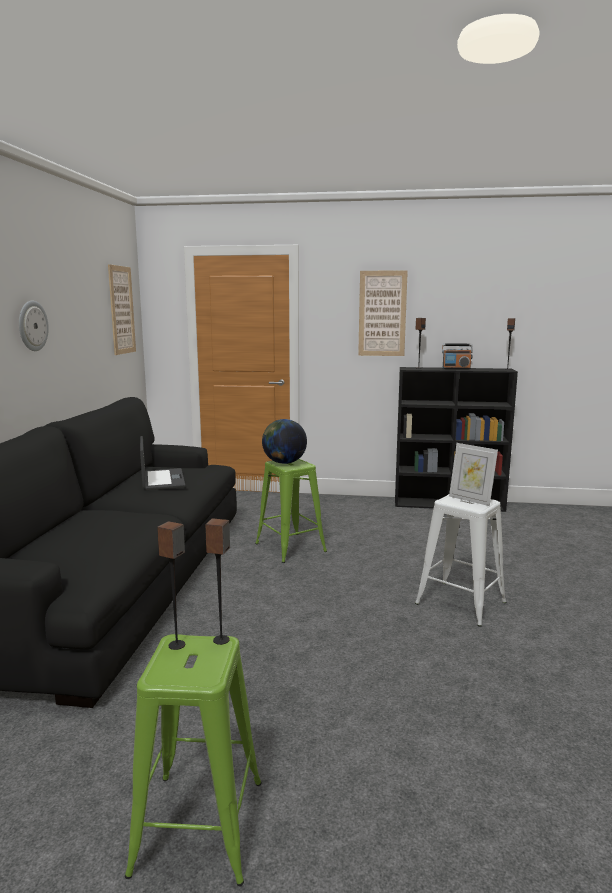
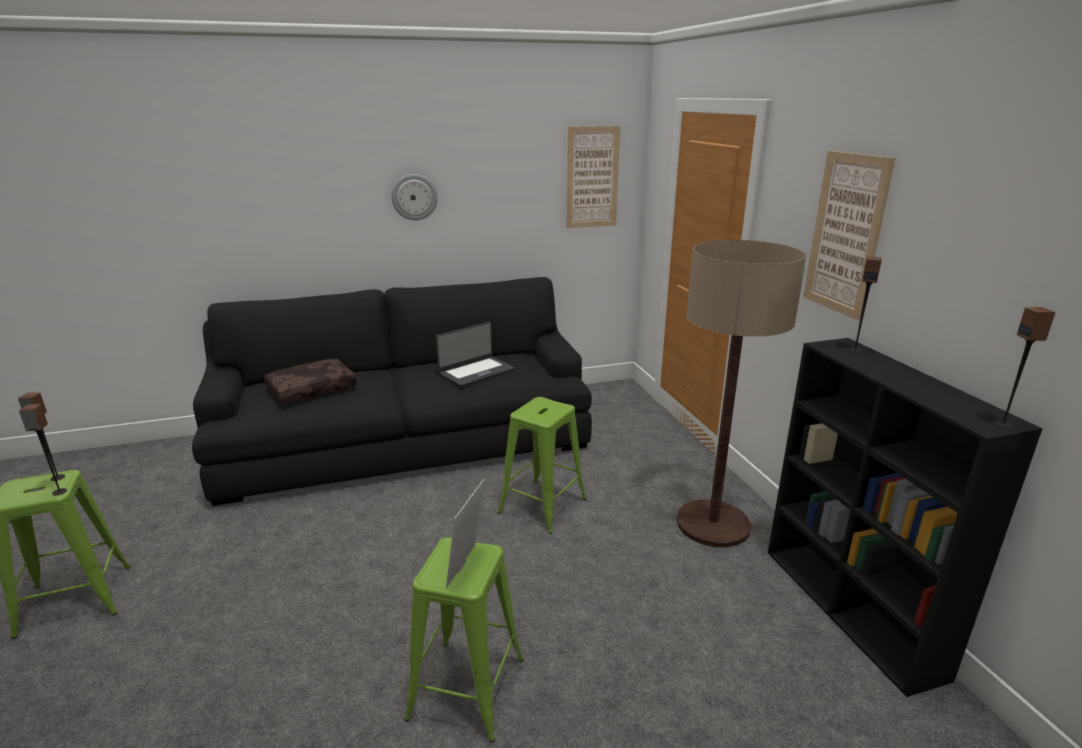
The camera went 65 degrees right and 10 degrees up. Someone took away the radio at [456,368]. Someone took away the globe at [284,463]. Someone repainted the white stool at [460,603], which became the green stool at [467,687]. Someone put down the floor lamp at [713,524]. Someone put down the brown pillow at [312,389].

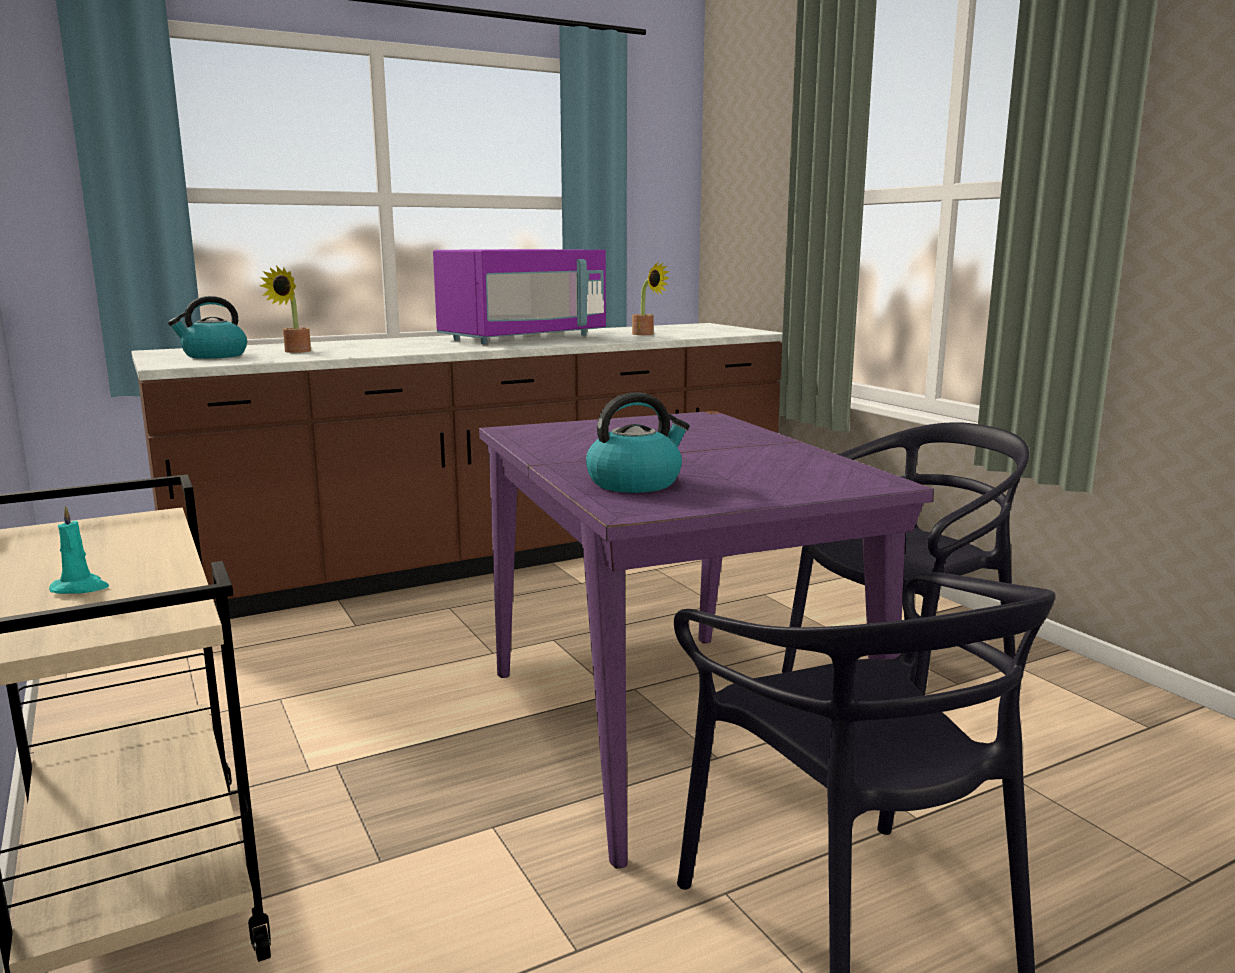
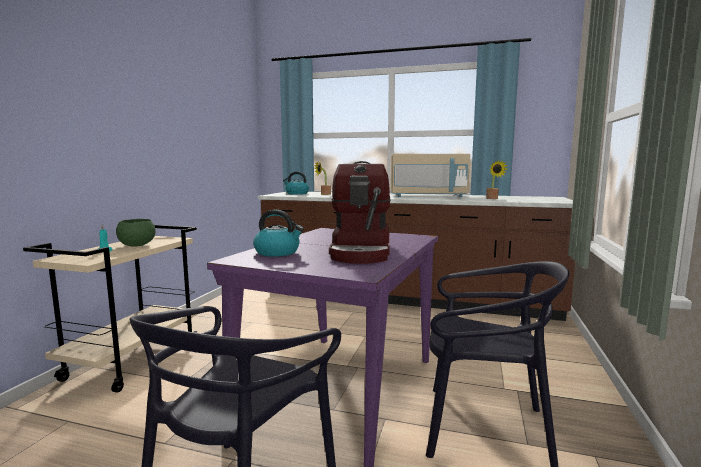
The camera went 45 degrees right and 5 degrees down. Someone repainted the purple microwave at [524,338], which became the beige microwave at [427,196]. Someone put down the coffee machine at [362,252]. Someone put down the green bowl at [136,245].

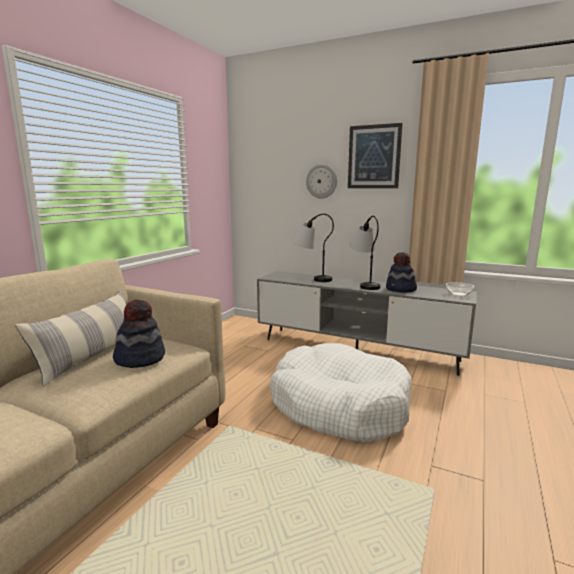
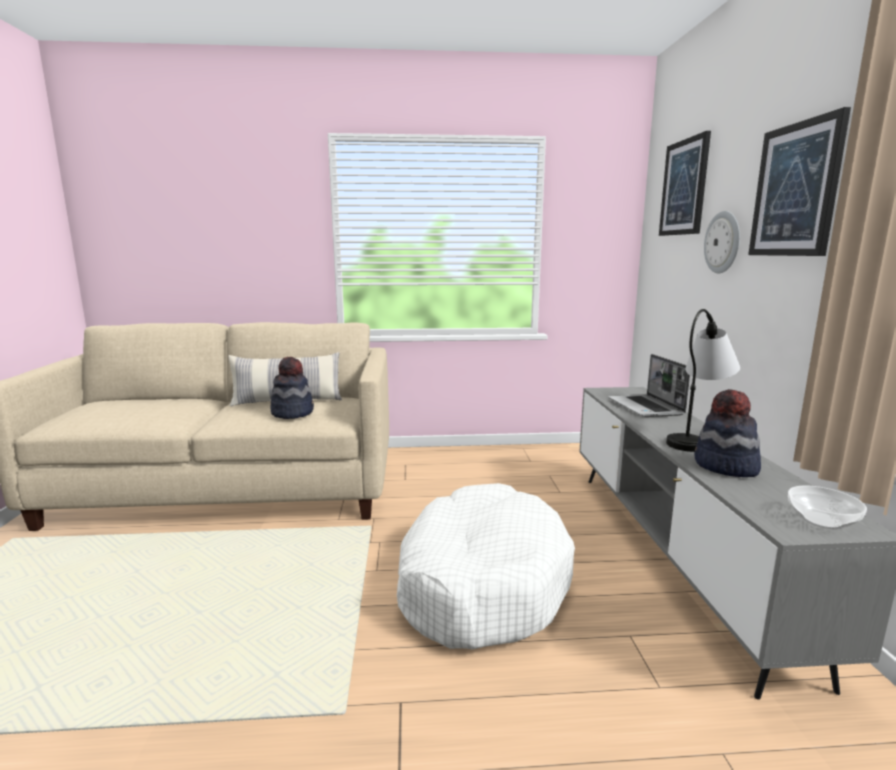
The camera went 60 degrees right and 0 degrees up. Someone swapped the table lamp at [310,279] for the laptop at [646,407]. Someone put up the picture at [684,187].

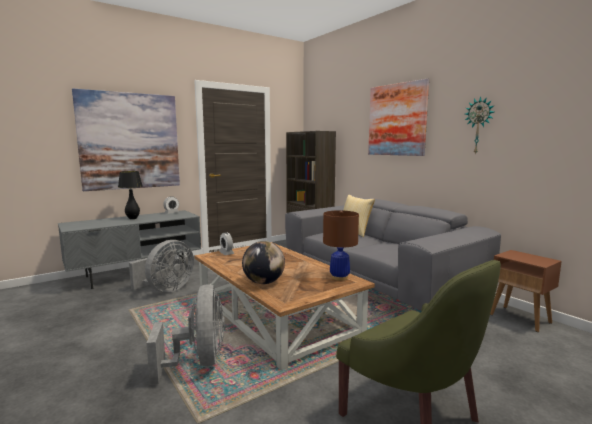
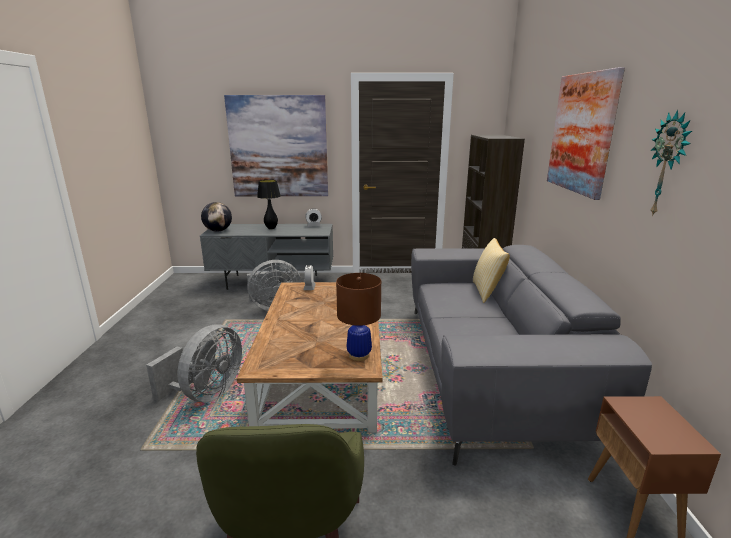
The camera went 35 degrees right and 10 degrees up. Someone carried the globe from [264,282] to [218,231].

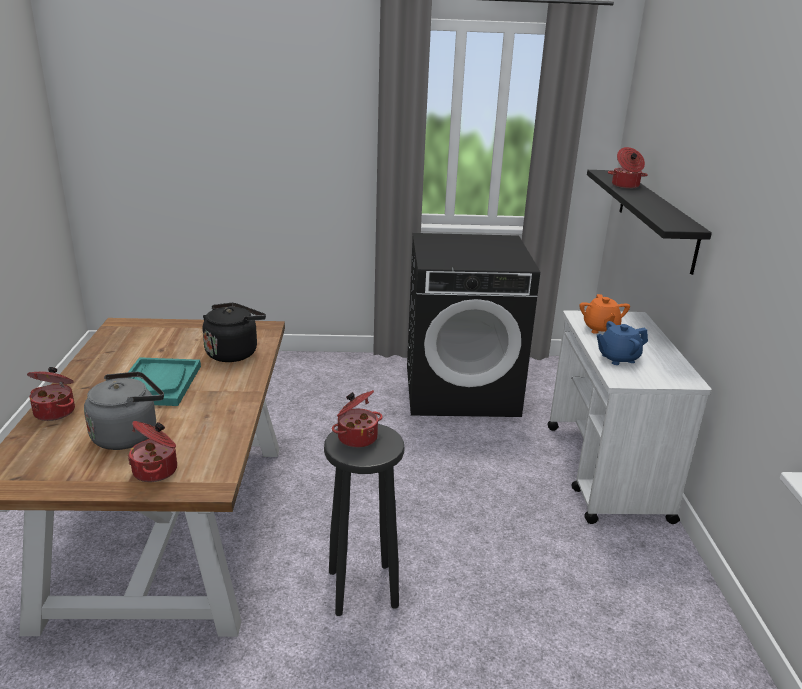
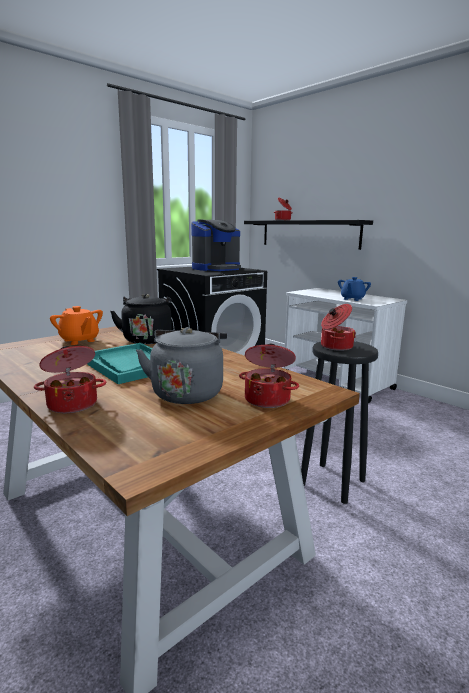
The camera went 40 degrees left and 10 degrees down. Someone carried the orange teapot from [600,329] to [79,340]. Someone put down the coffee machine at [216,269].

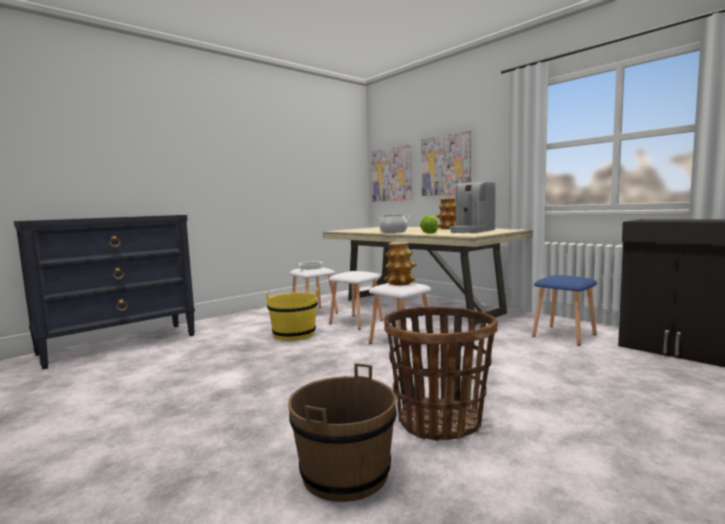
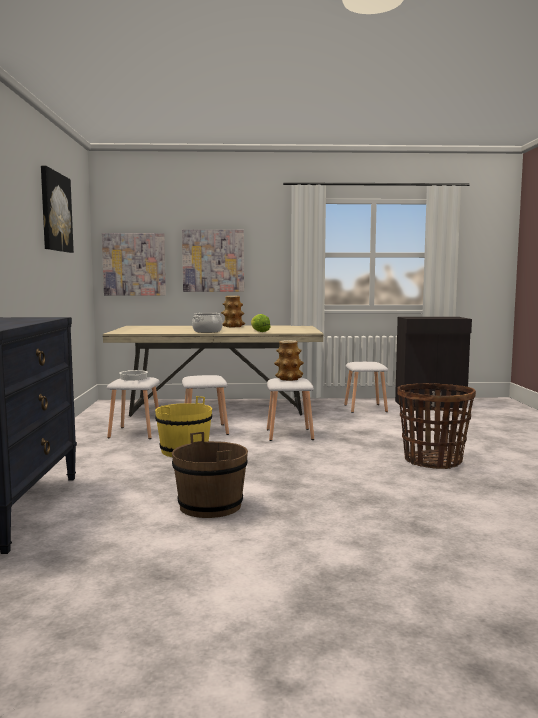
The camera went 50 degrees left and 0 degrees up. Someone took away the coffee machine at [471,231]. Someone repainted the blue stool at [564,335], which became the white stool at [366,408]. Someone carried the brown bucket from [346,473] to [210,506]. Someone put up the picture at [55,212].

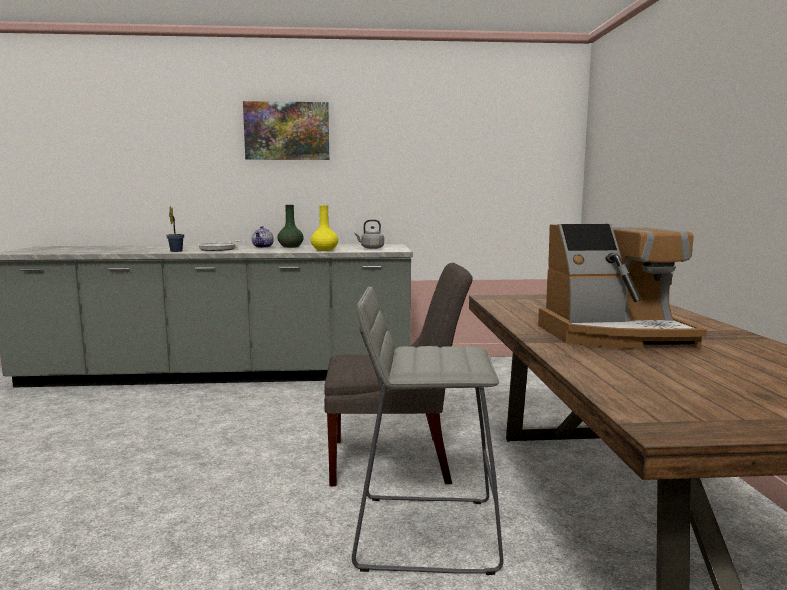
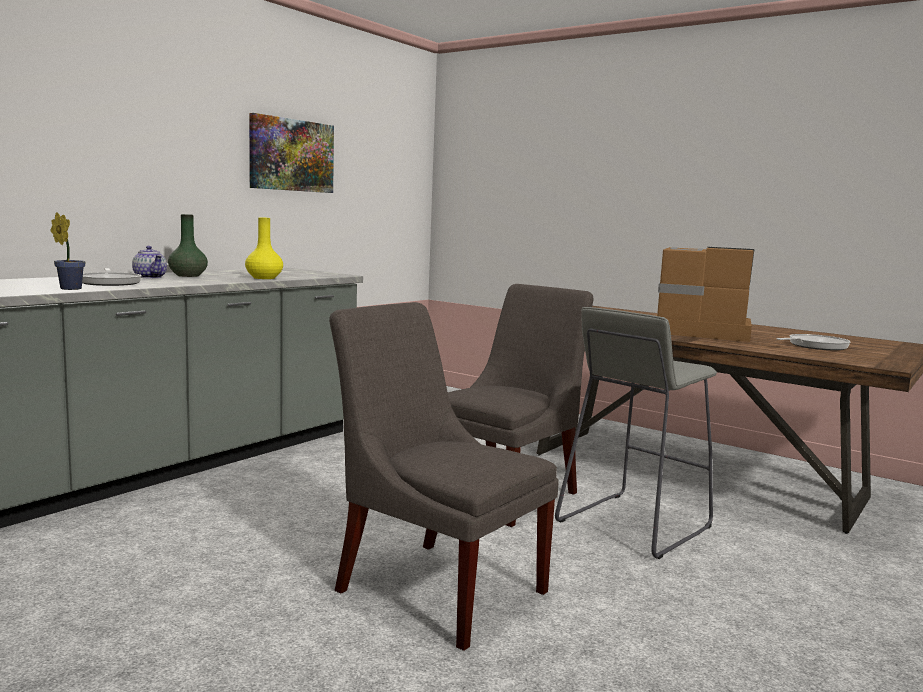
The camera went 50 degrees left and 0 degrees up. Someone carried the picture from [287,131] to [291,155]. Someone took away the grey kettle at [371,248]. Someone rotated the coffee machine at [614,335] by 105 degrees counterclockwise. Someone put down the grey chair at [435,587]. Someone put down the frying pan at [815,346].

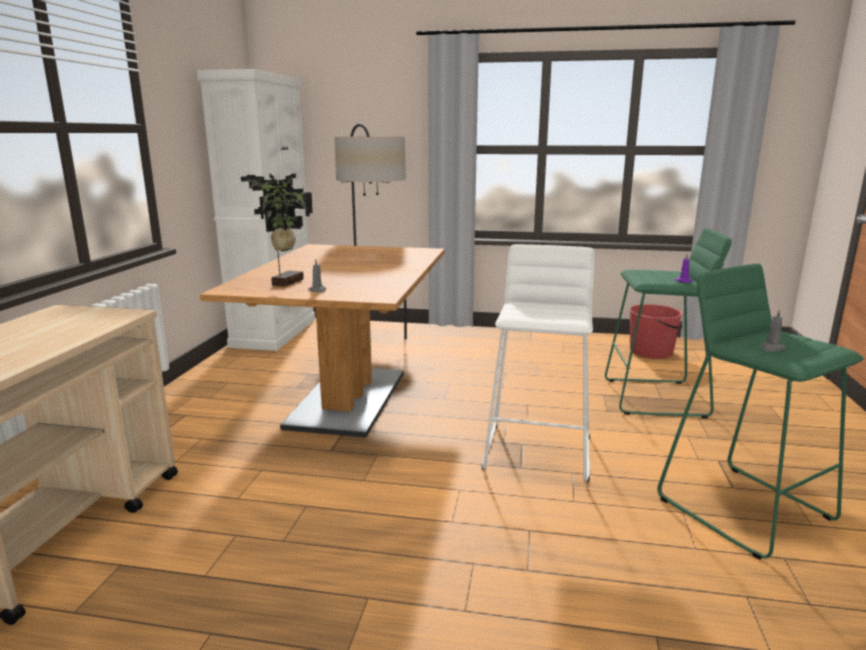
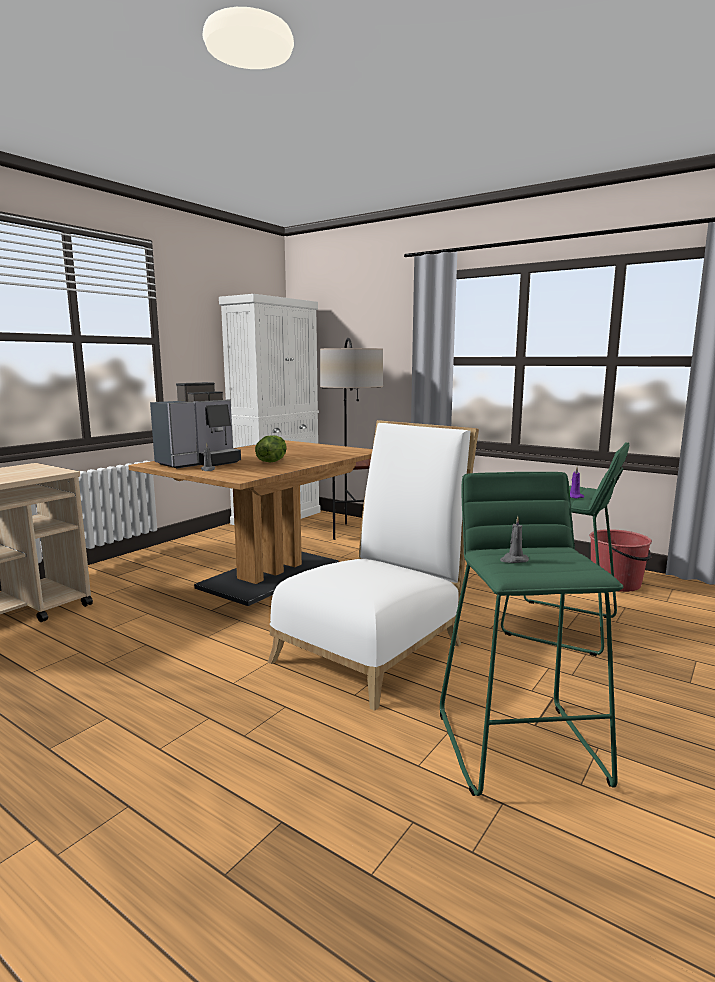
The camera went 25 degrees right and 5 degrees down. Someone swapped the potted plant at [285,282] for the coffee machine at [200,463]. Someone swapped the white stool at [538,451] for the white chair at [375,647]. Someone put down the lettuce at [272,461].

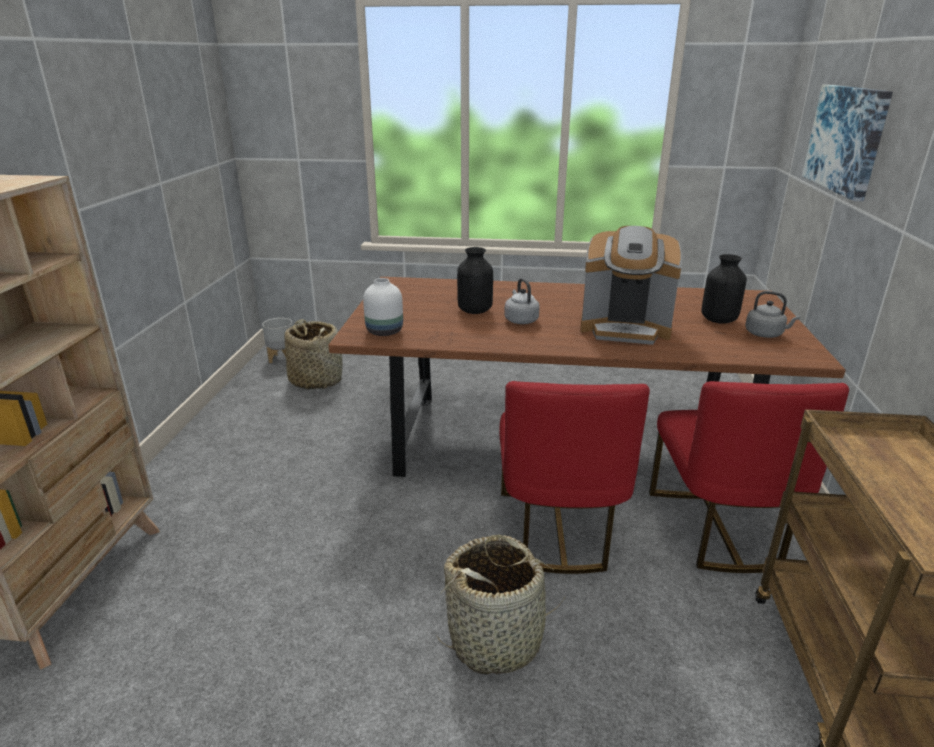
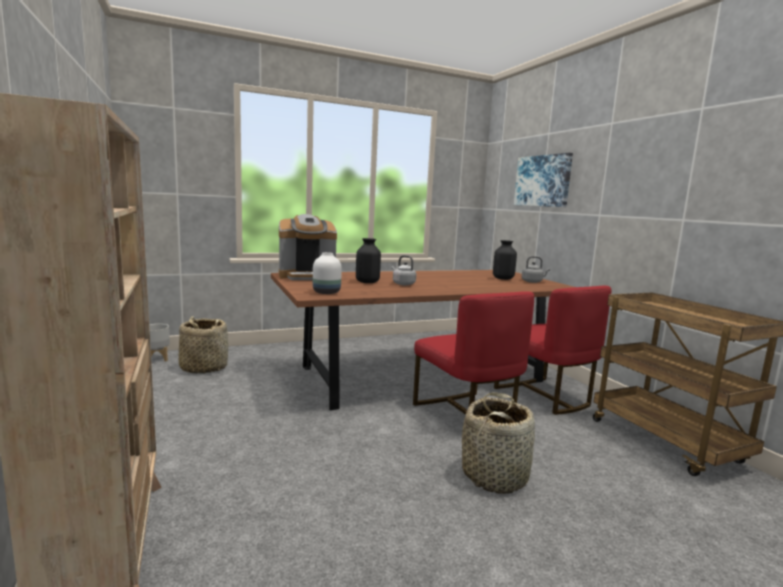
The camera went 30 degrees left and 15 degrees down. Someone carried the coffee machine from [625,329] to [307,276].

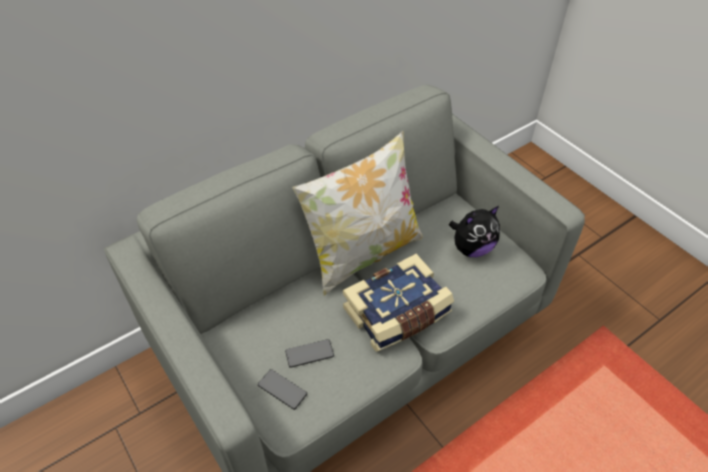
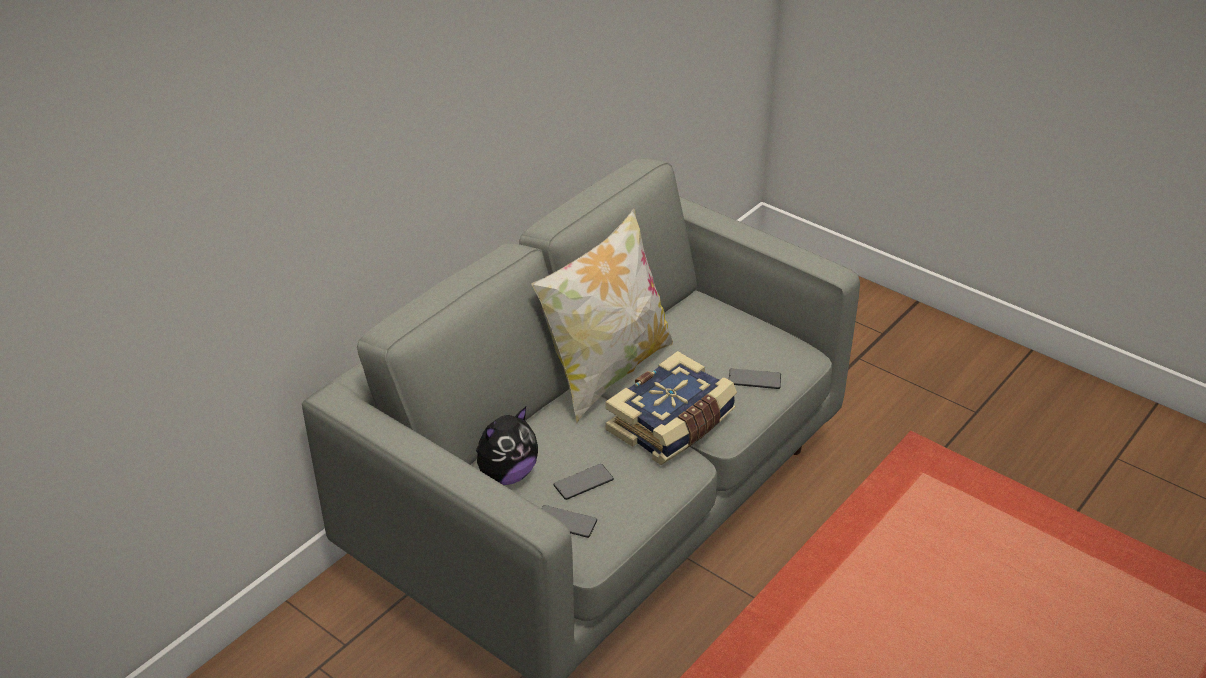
The camera went 15 degrees left and 10 degrees down. Someone carried the plush toy from [472,248] to [506,474]. Someone put down the phone at [754,380].

